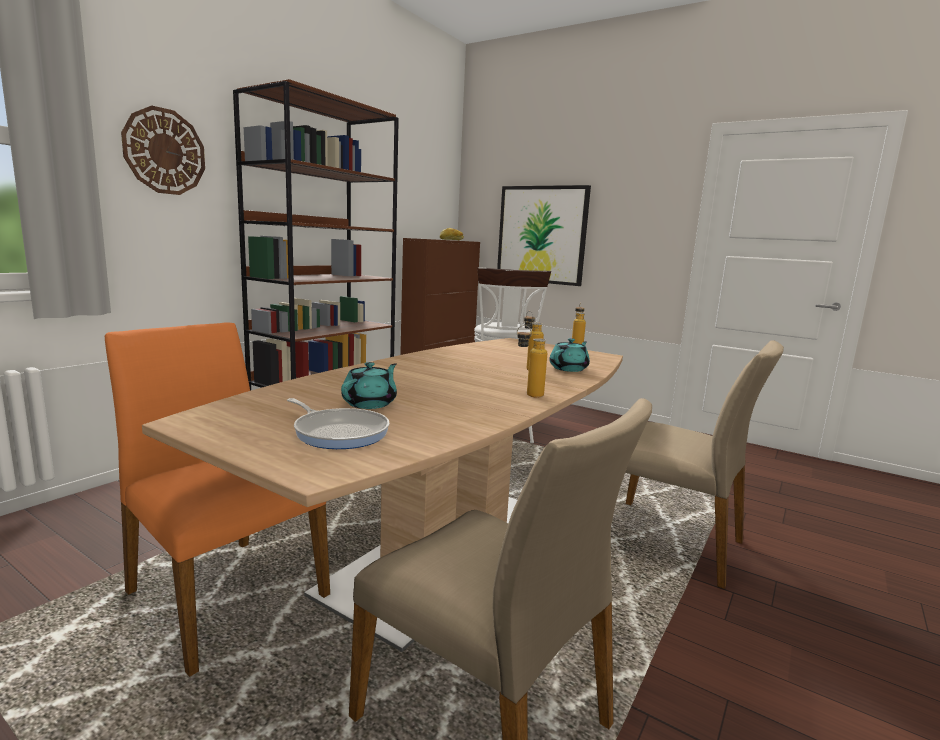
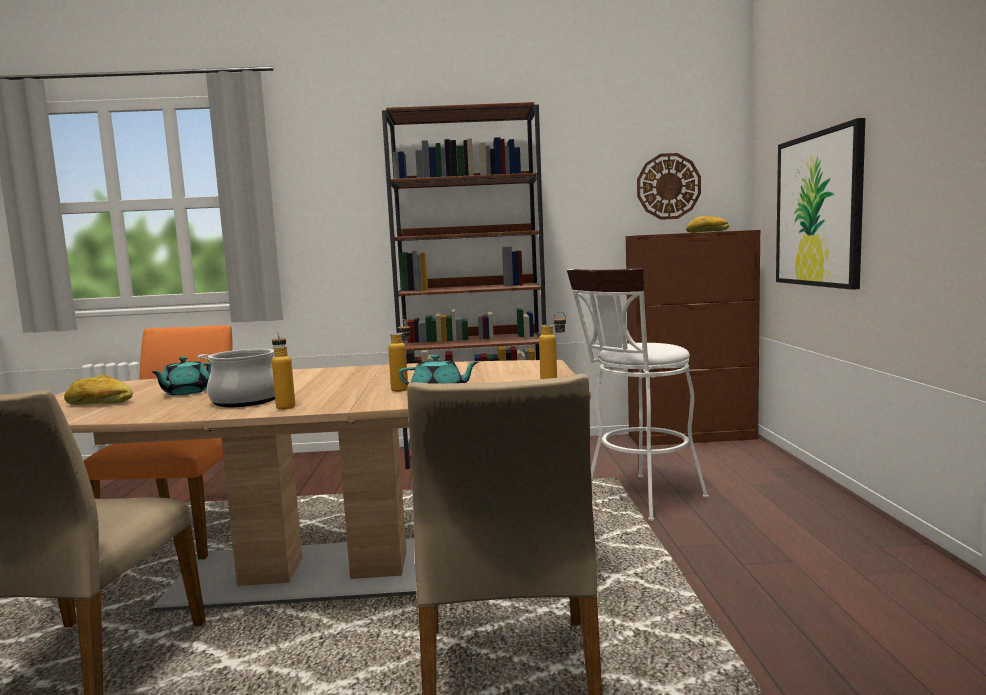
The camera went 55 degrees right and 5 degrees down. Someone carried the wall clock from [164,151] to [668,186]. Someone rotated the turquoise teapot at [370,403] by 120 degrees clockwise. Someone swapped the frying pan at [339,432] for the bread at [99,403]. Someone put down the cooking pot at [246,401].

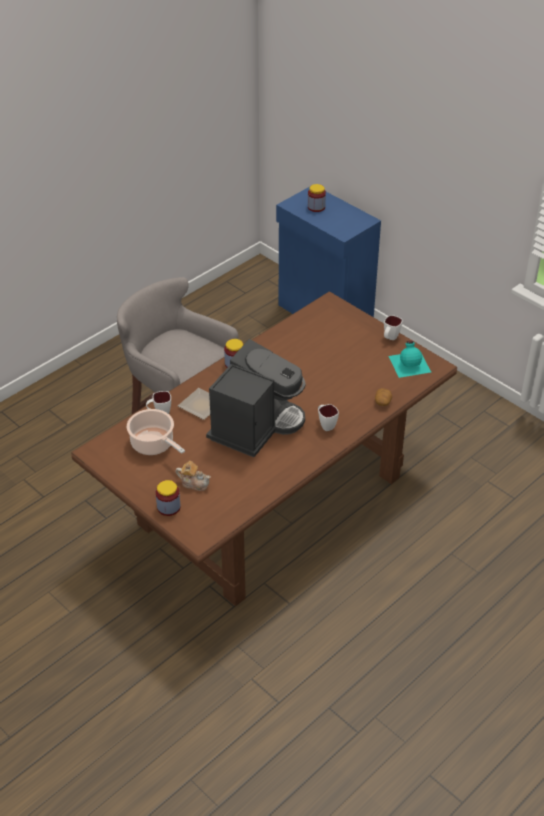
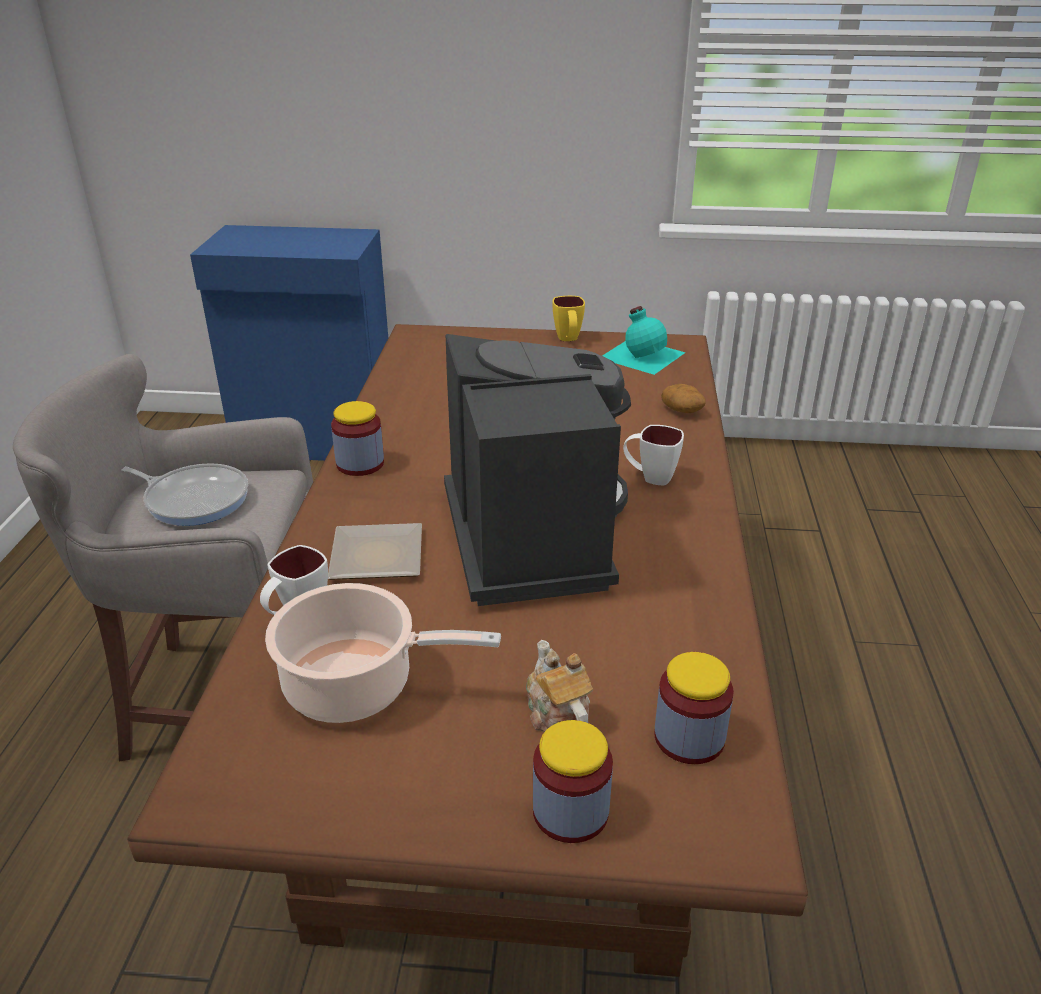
The camera went 40 degrees left and 10 degrees down. Someone carried the jar from [316,207] to [689,738]. Someone repainted the white mug at [390,338], which became the yellow mug at [568,340]. Someone rotated the teapot at [194,483] by 90 degrees counterclockwise. Someone put down the frying pan at [193,499].

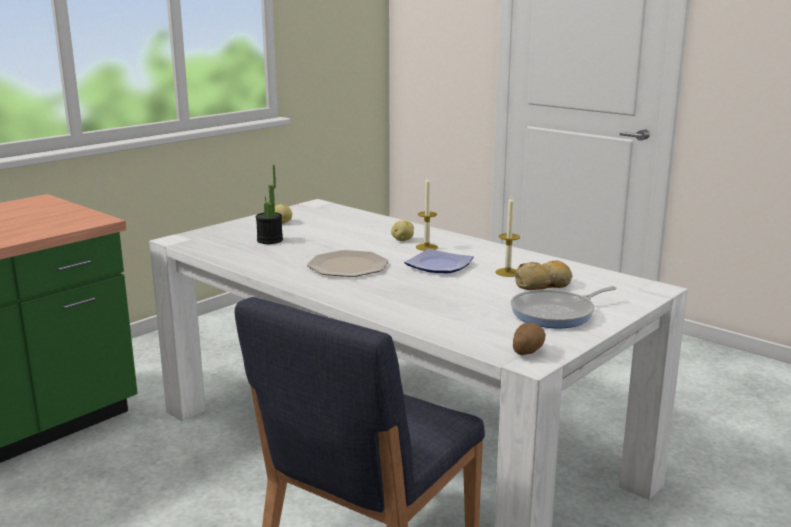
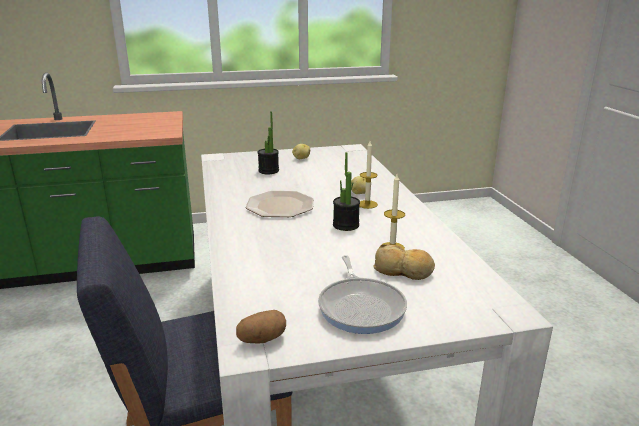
The camera went 35 degrees right and 5 degrees up. Someone swapped the plate at [439,266] for the potted plant at [346,225]. Someone rotated the frying pan at [556,313] by 105 degrees counterclockwise.

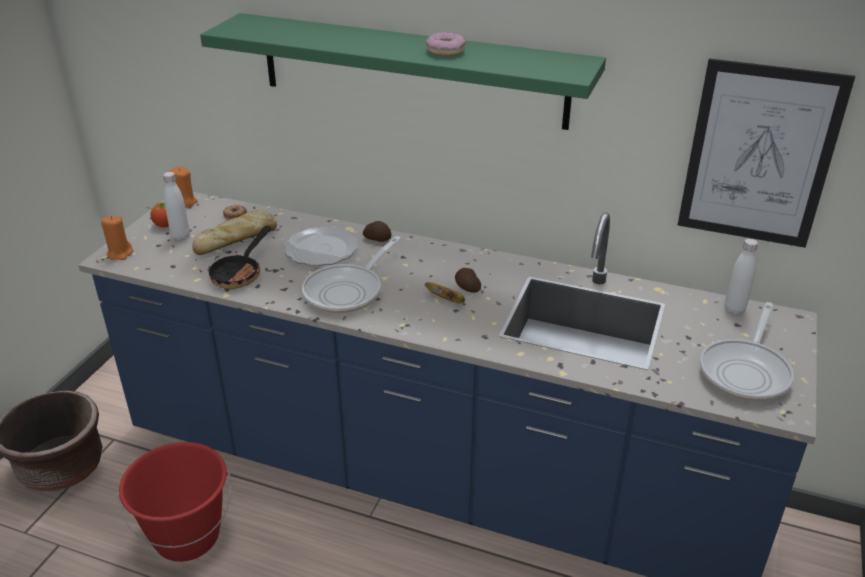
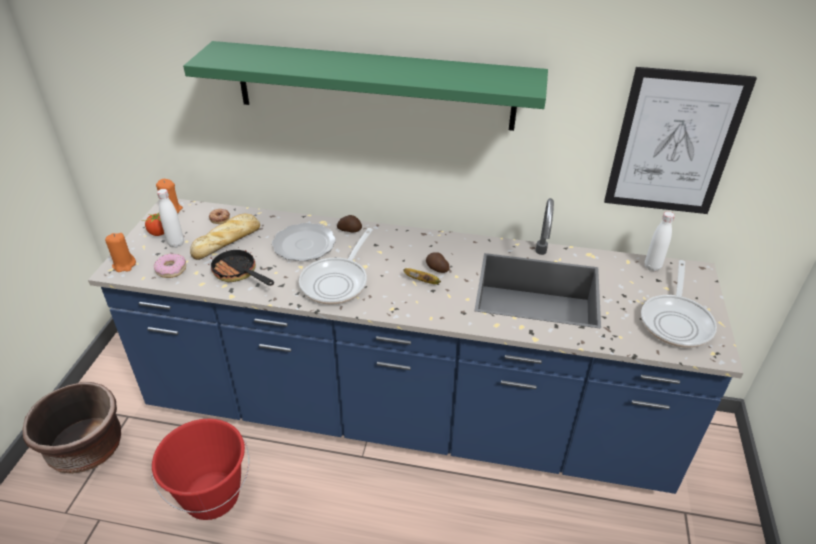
The camera went 10 degrees left and 5 degrees up. Someone carried the donut from [446,51] to [171,269]. Someone rotated the frying pan at [240,273] by 120 degrees clockwise.

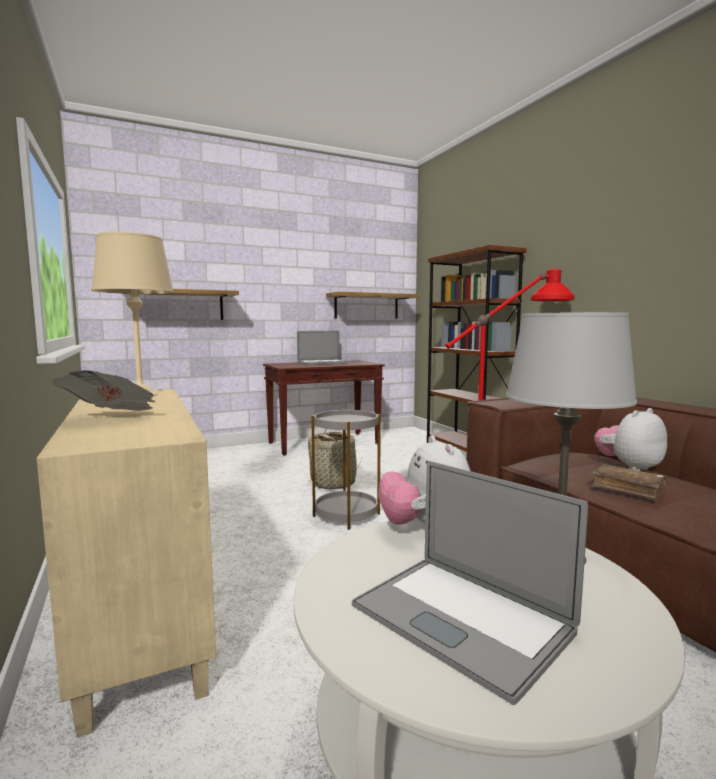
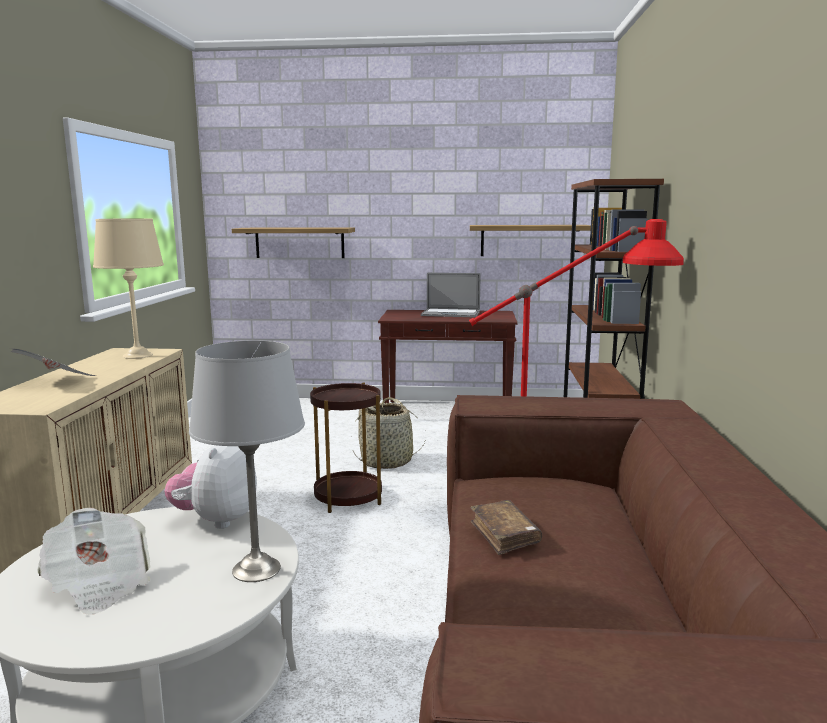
The camera went 30 degrees right and 5 degrees up. Someone took away the plush toy at [629,467]. Someone repainted the grey side table at [346,515], which became the brown side table at [348,498]. Someone swapped the laptop at [460,618] for the newspaper at [99,584].

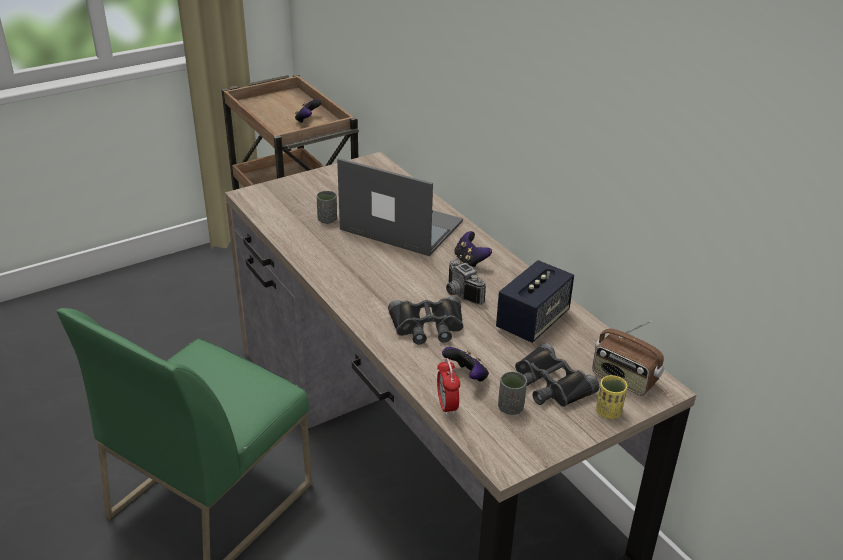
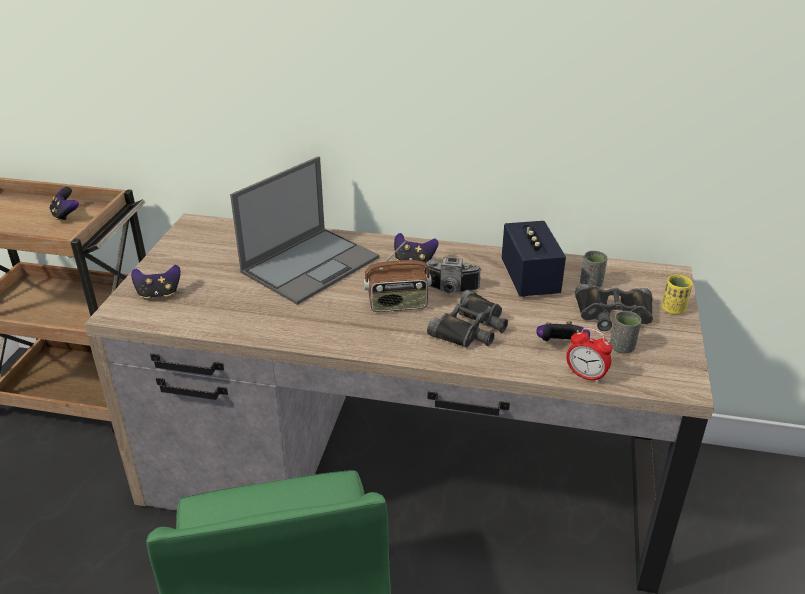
The camera went 45 degrees left and 0 degrees up. Someone rotated the laptop at [400,225] by 150 degrees clockwise. Someone carried the grey cup from [327,220] to [591,284]. Someone carried the radio from [623,379] to [397,304]. Someone put down the game controller at [159,294].

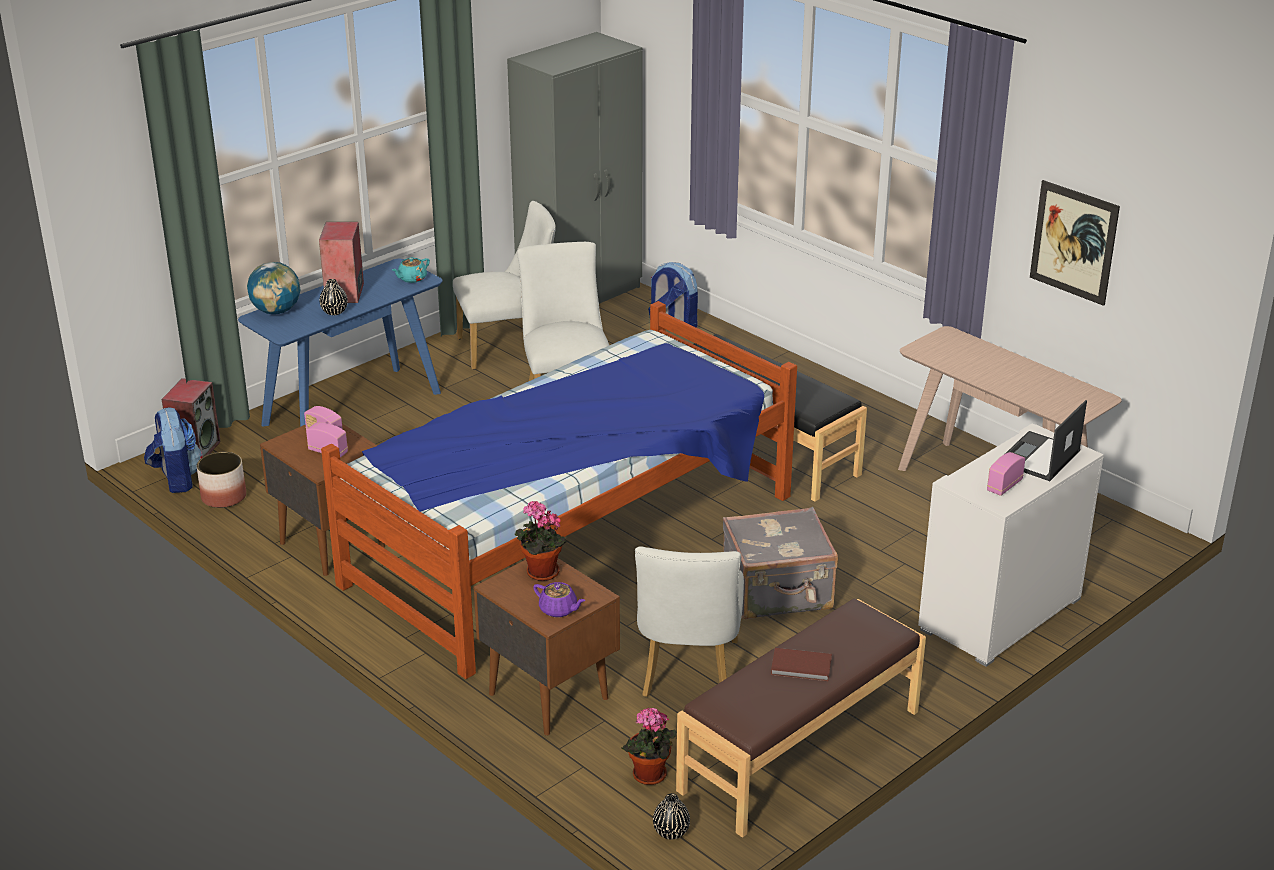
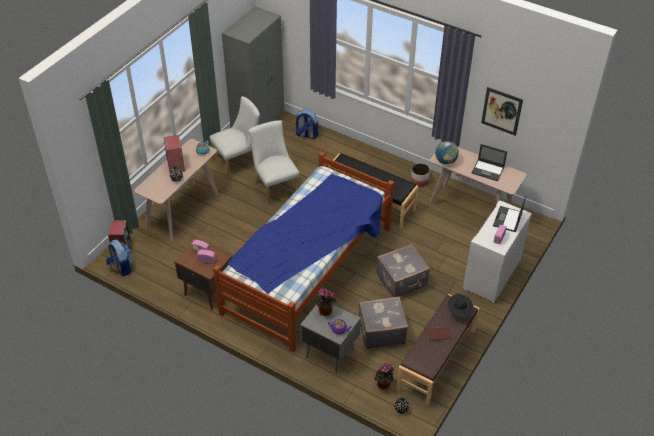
The camera went 15 degrees left and 15 degrees up. Someone repainted the blue console table at [352,408], which became the beige console table at [182,210]. Someone carried the globe from [276,311] to [445,161]. Someone carried the planter from [223,497] to [419,181]. Someone swapped the white chair at [688,675] for the grey suitcase at [381,331]. Someone repainted the brown nightstand at [548,694], which became the grey nightstand at [329,353]. Someone put down the laptop at [488,170]. Someone put down the black hat at [459,312].

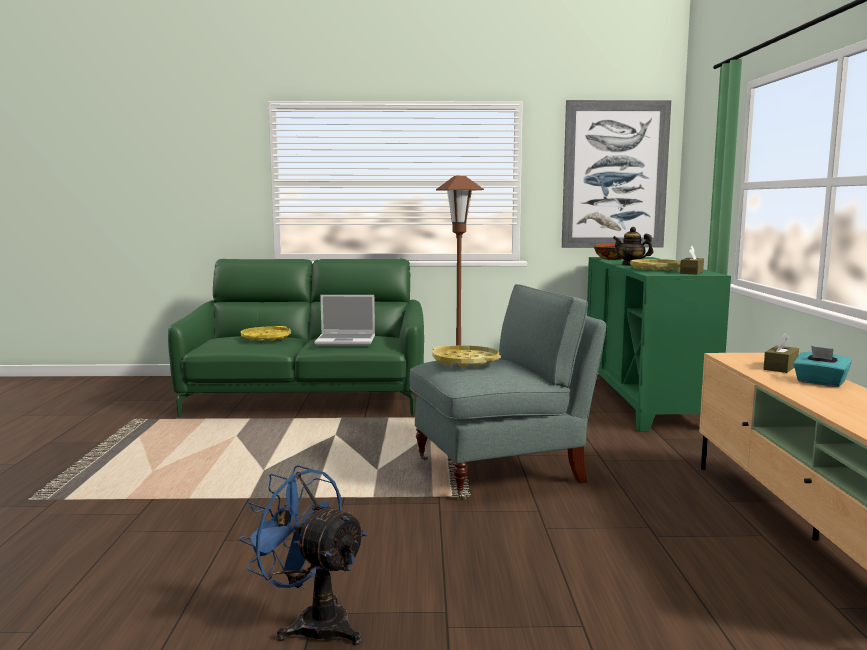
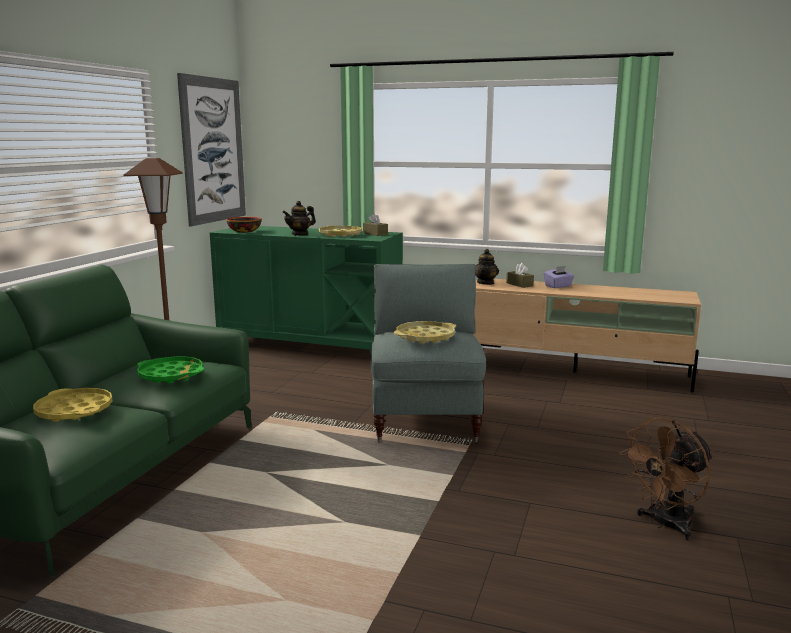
The camera went 70 degrees left and 5 degrees up. Someone swapped the laptop at [346,341] for the green tray at [171,375]. Someone repainted the turquoise tissue box at [820,382], which became the purple tissue box at [558,286]. Someone repainted the blue fan at [312,622], which became the brown fan at [665,525]. Someone put down the teapot at [485,283].

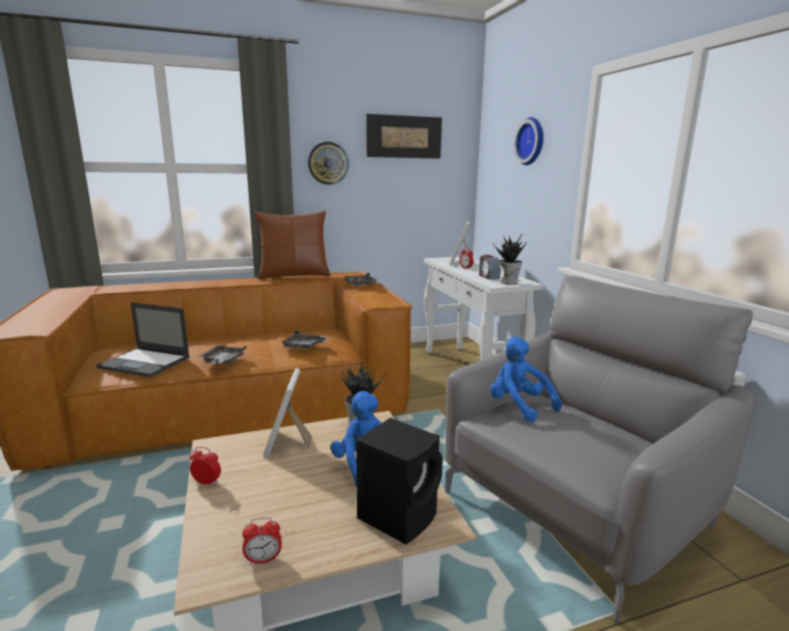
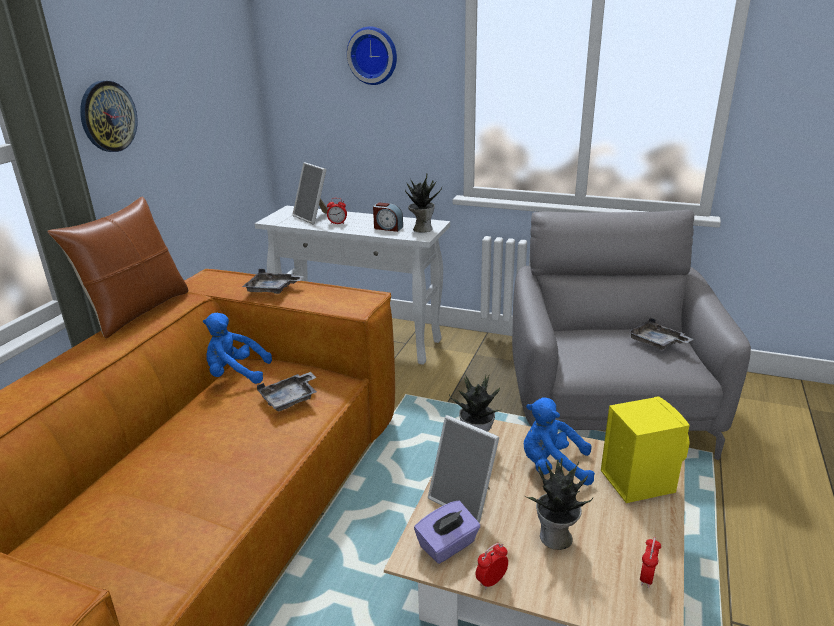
The camera went 50 degrees left and 10 degrees up. Someone took away the picture at [404,137]. Someone took away the laptop at [146,362]. Someone carried the blue plush toy from [518,406] to [236,374]. Someone carried the grey tray from [223,361] to [657,342]. Someone repainted the black speaker at [399,515], which became the yellow speaker at [636,480]. Someone put down the potted plant at [555,538]. Someone put down the purple tissue box at [447,545].

